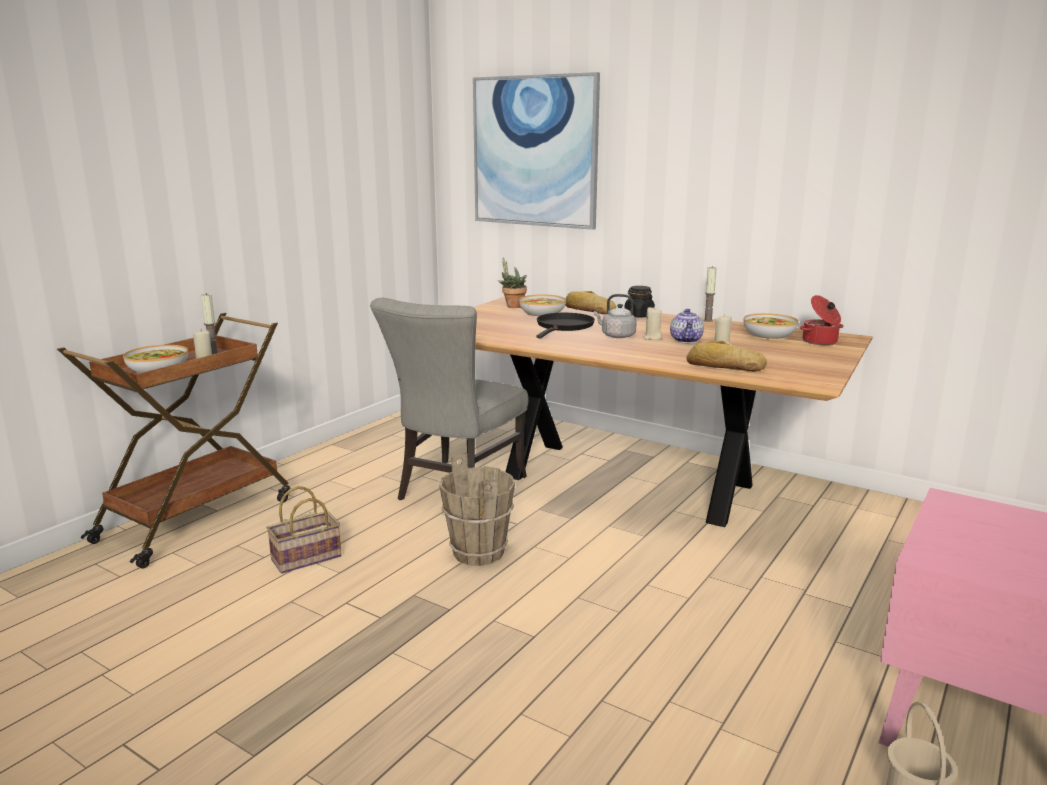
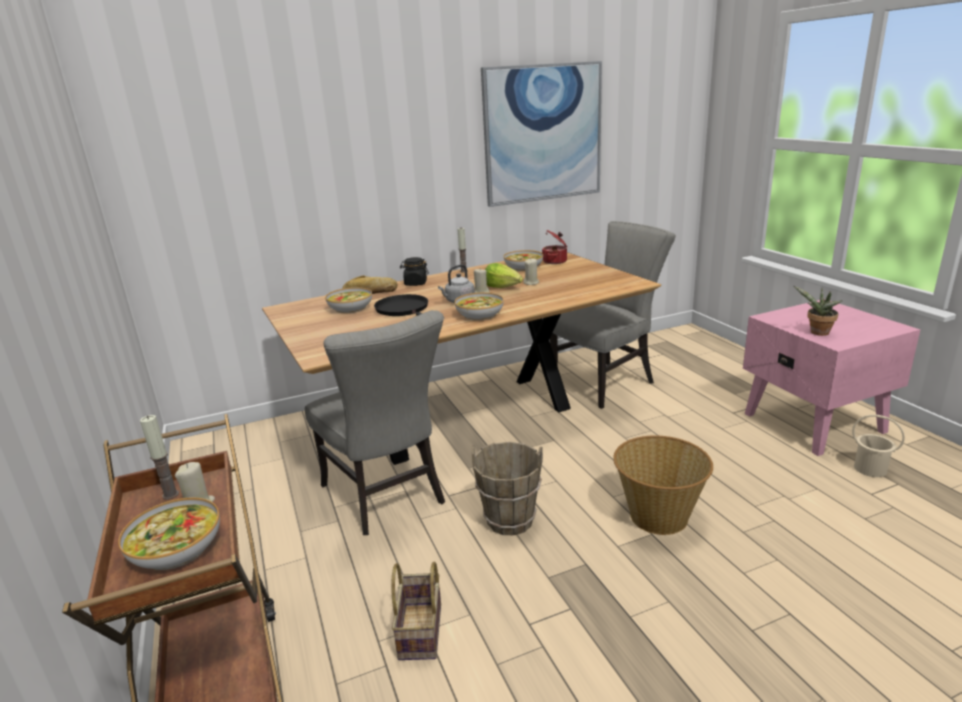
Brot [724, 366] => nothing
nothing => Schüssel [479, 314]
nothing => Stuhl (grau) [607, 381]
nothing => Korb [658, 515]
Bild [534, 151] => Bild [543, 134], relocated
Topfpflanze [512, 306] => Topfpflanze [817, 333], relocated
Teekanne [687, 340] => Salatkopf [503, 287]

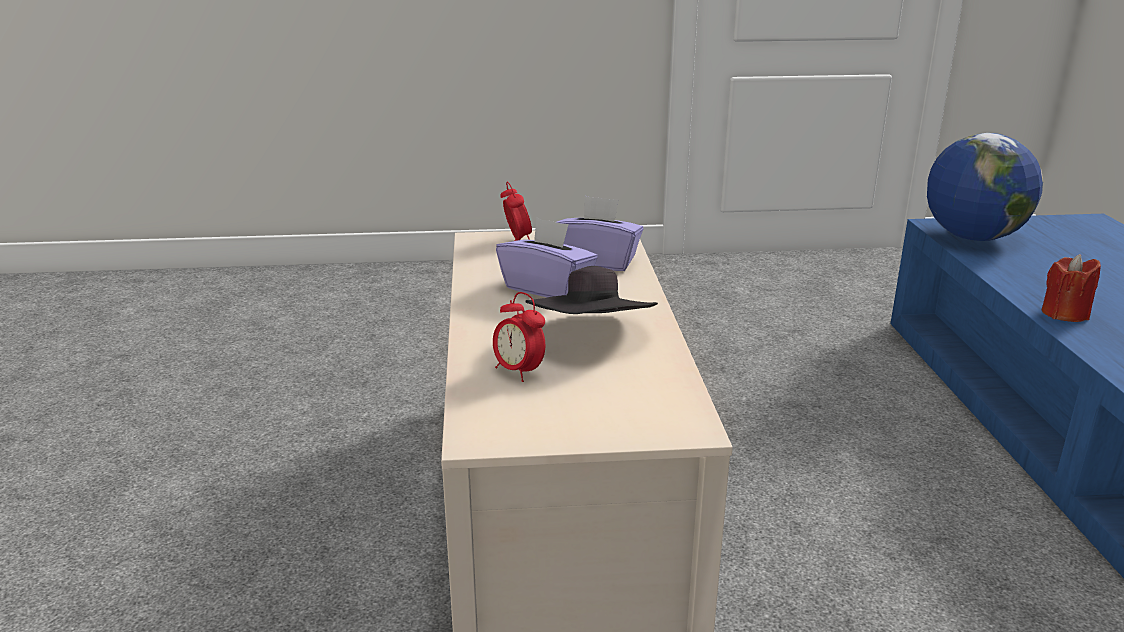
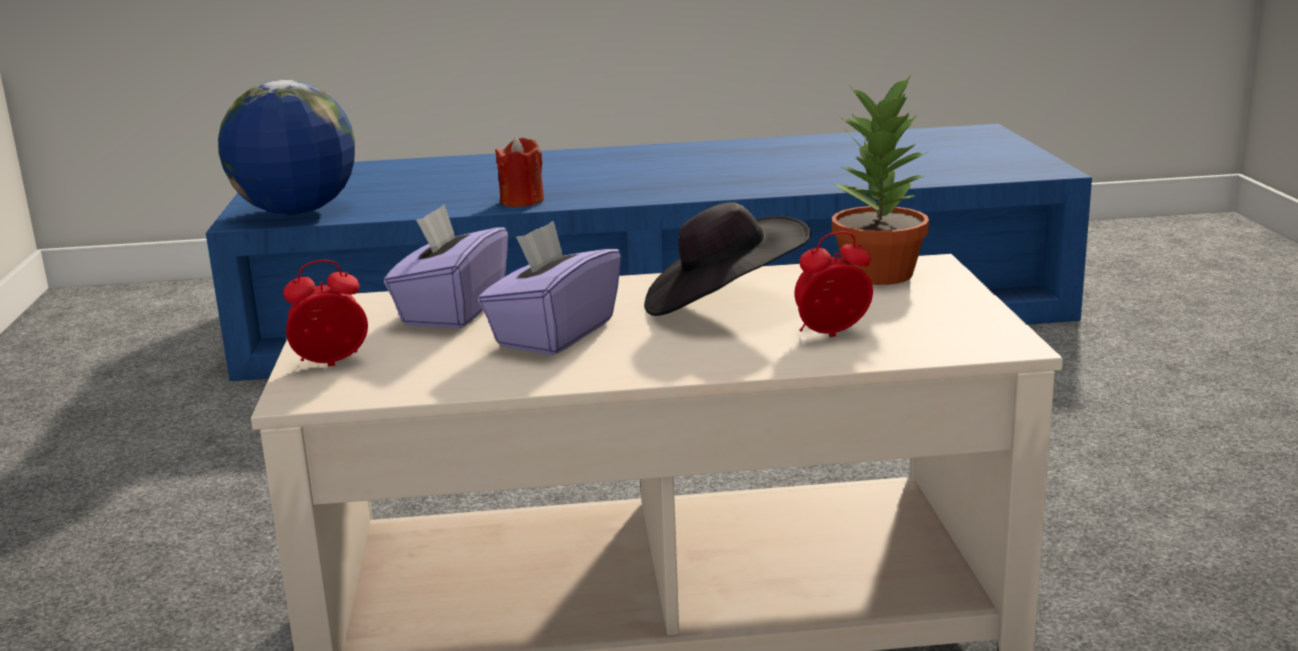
nothing => Topfpflanze [880, 274]
Wecker [519, 371] => Wecker [831, 335], 150 degrees counterclockwise

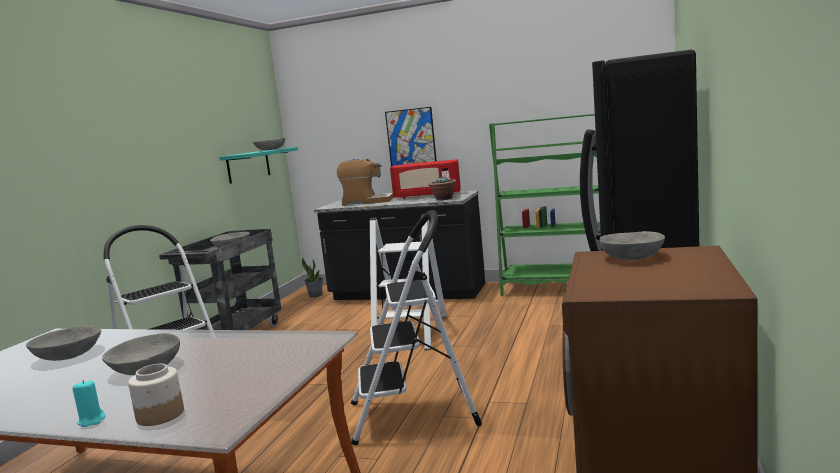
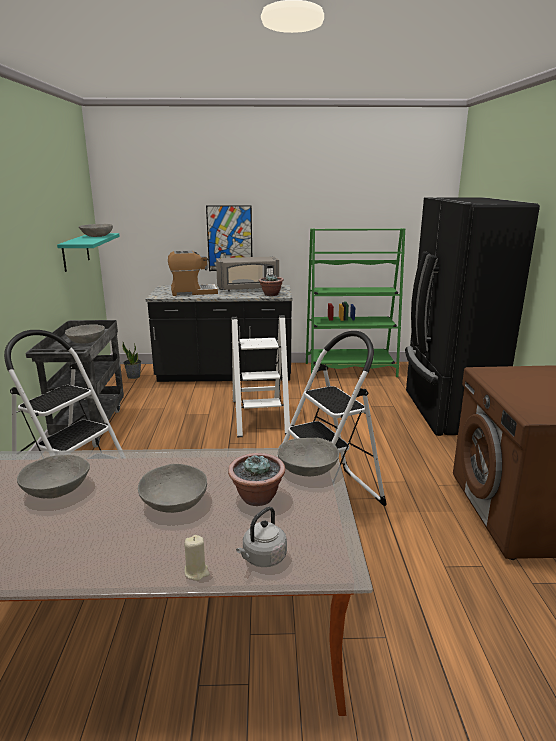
nothing => Topfpflanze [257, 498]
Schüssel (grau) [632, 257] => Schüssel (grau) [307, 469], relocated
Vorratsglas [160, 415] => Wasserkessel (grau) [262, 558]
Kerze (türkis) [91, 420] => Kerze (beige) [196, 572]
Mikrowelle (rot) [427, 196] => Mikrowelle (grau) [248, 289]

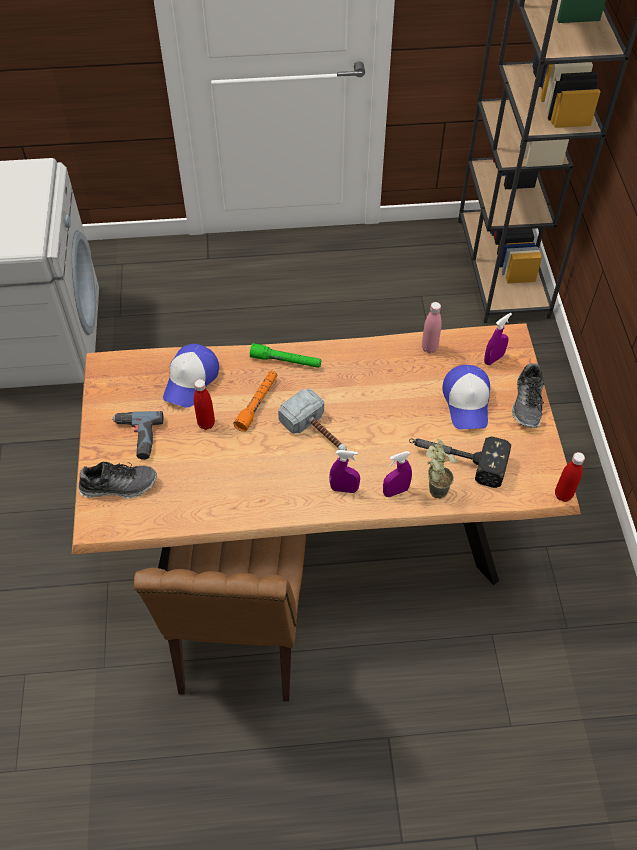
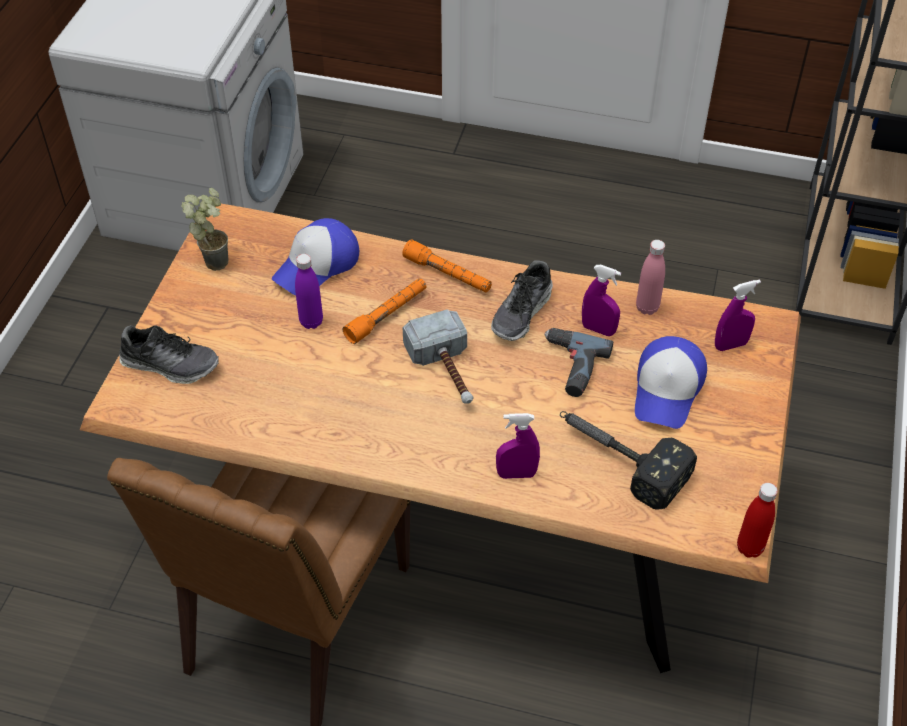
Bohrmaschine [136, 438] => Bohrmaschine [570, 367], relocated
Sprühflasche (lila) [344, 489] => Sprühflasche (lila) [598, 329], relocated
Topfpflanze [434, 487] => Topfpflanze [215, 258], relocated
Schuh [527, 403] => Schuh [522, 313], relocated
Flasche (rot) [206, 423] => Flasche (lila) [311, 322]
Taschenlampe (grün) [286, 361] => Taschenlampe (orange) [448, 274]

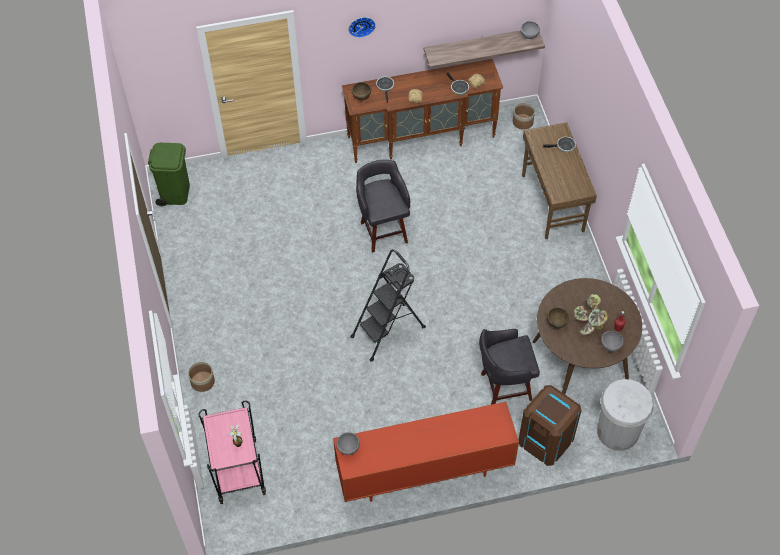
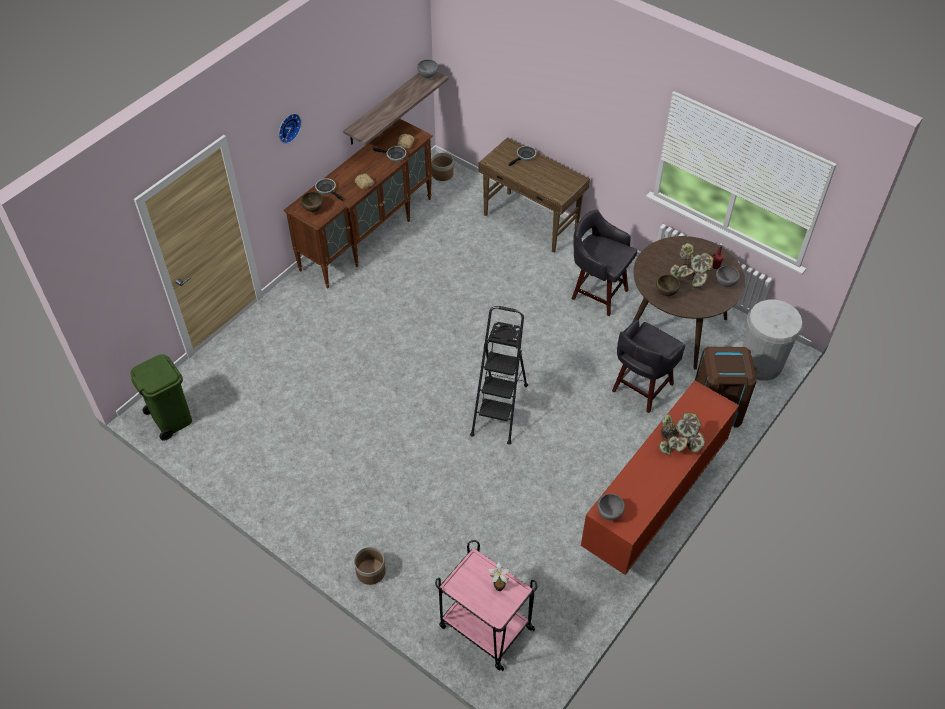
nothing => Topfpflanze [678, 443]
Hocker (grau) [383, 230] => Hocker (grau) [597, 293], relocated

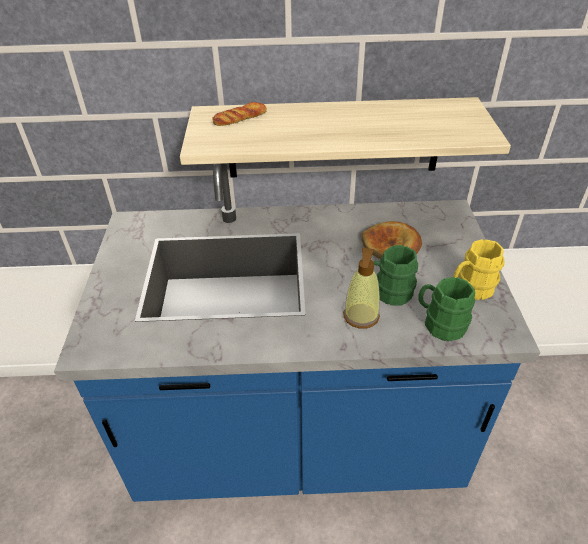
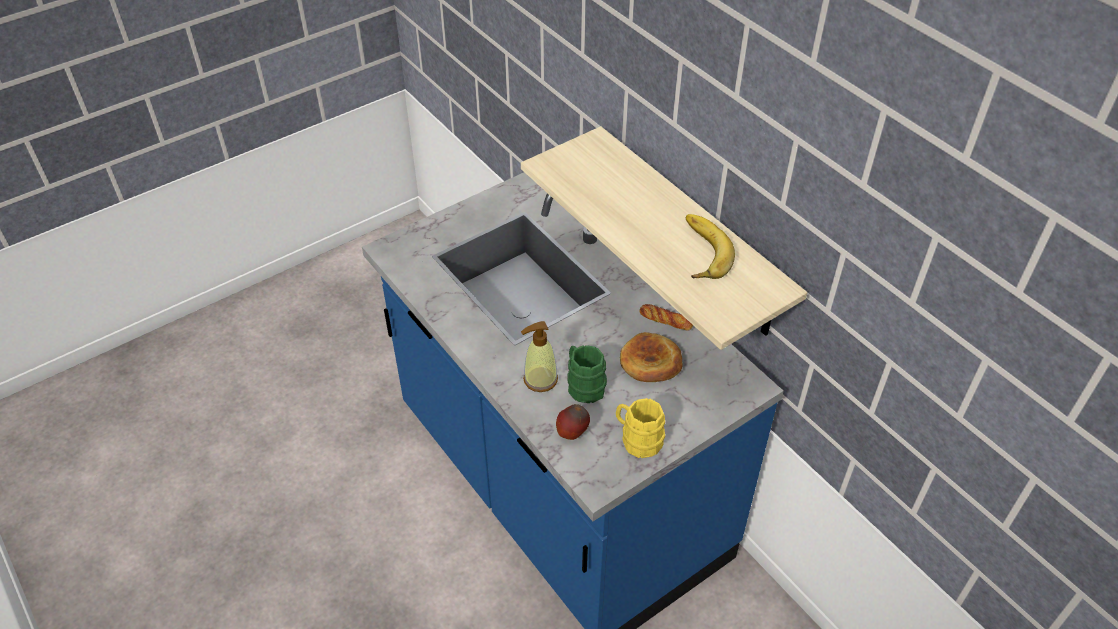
nothing => Banane [699, 252]
Brot [240, 118] => Brot [665, 320], relocated
Henkelbecher (grün) [440, 324] => Apfel [572, 433]

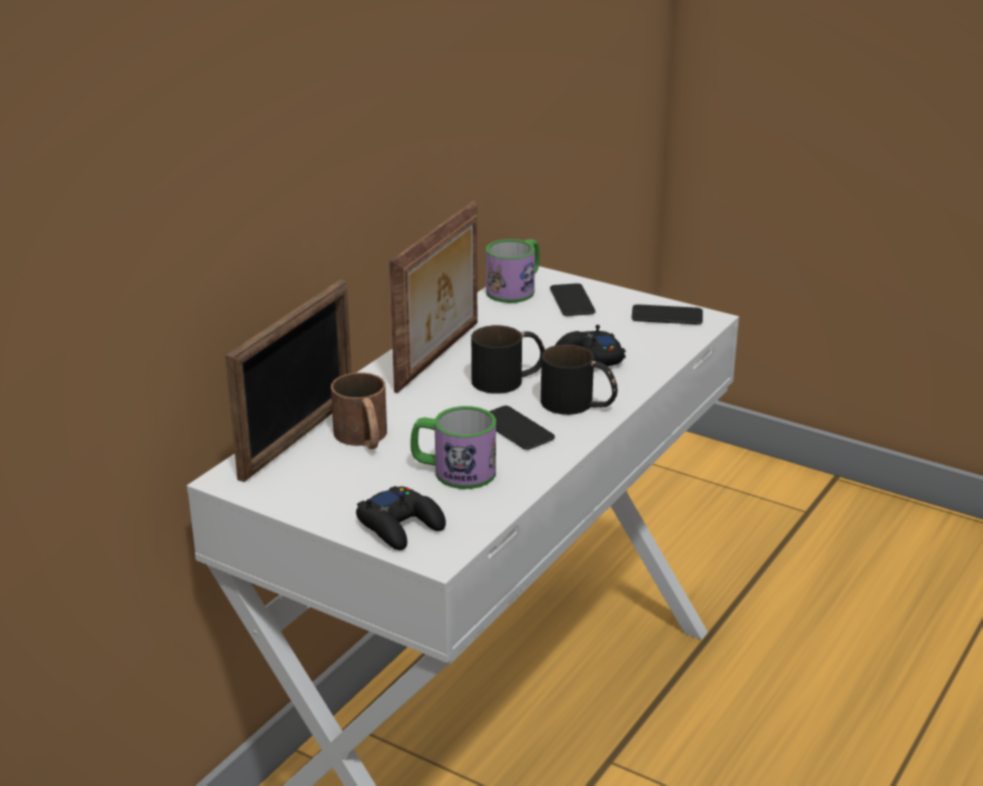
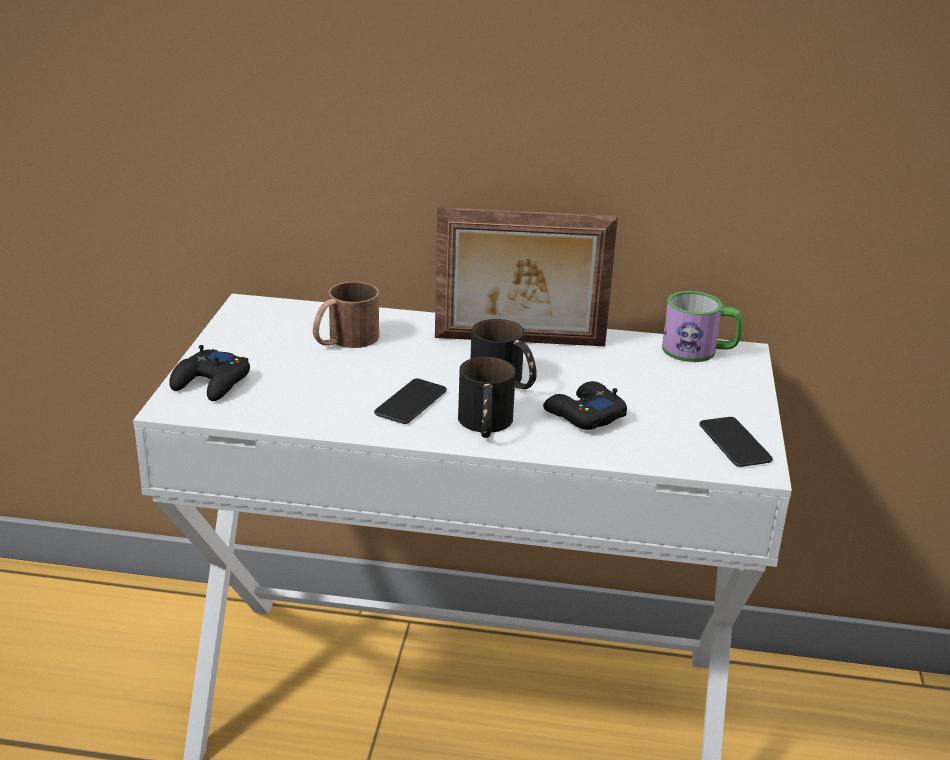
Bilderrahmen [298, 437] => nothing
Henkelbecher [453, 471] => nothing
Handy [572, 301] => nothing

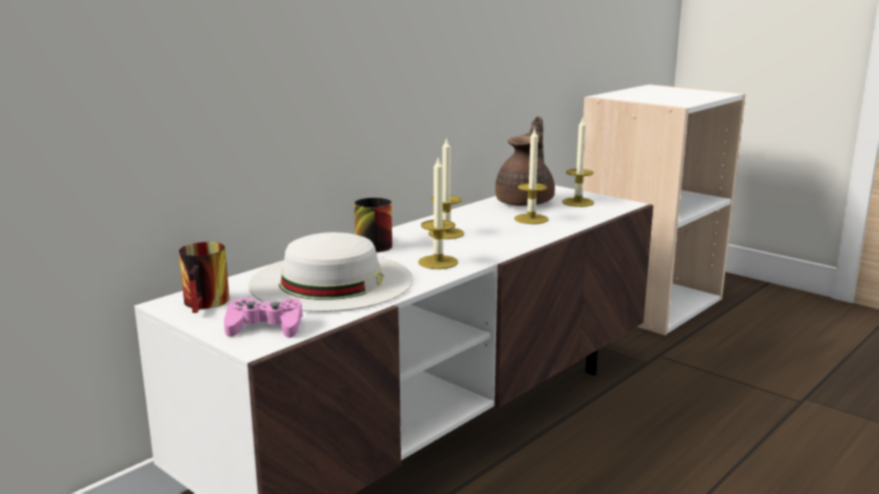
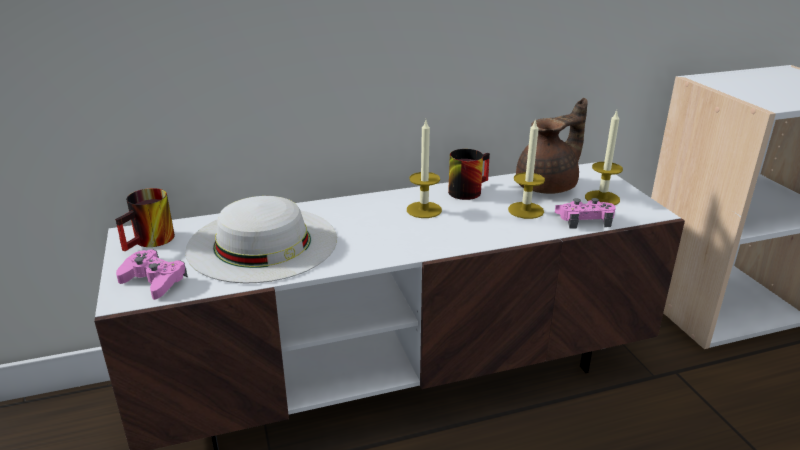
Kerze [438, 262] => nothing
nothing => Gamepad (rosa) [584, 219]
Henkelbecher [373, 244] => Henkelbecher [466, 189], relocated

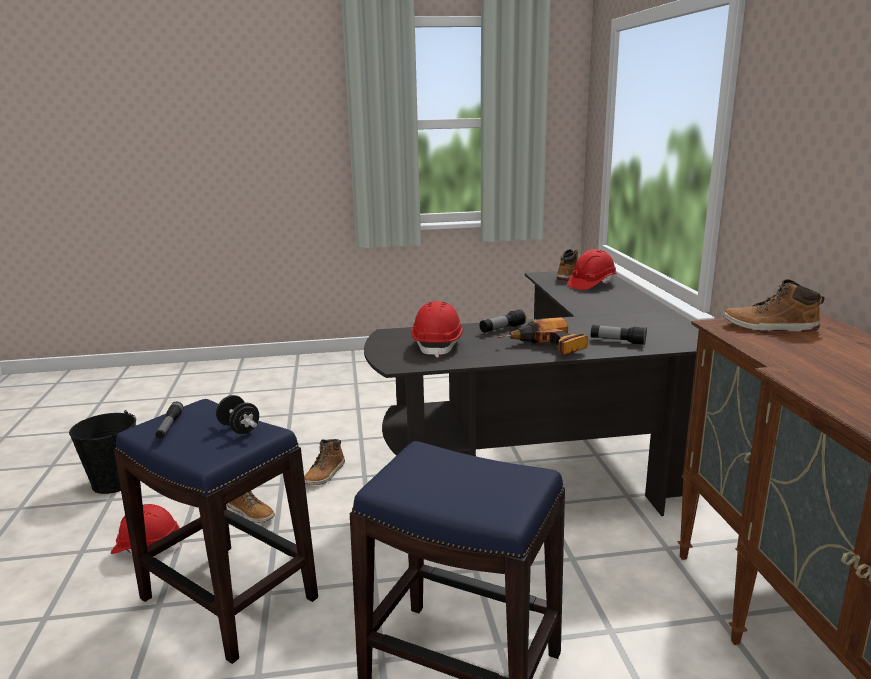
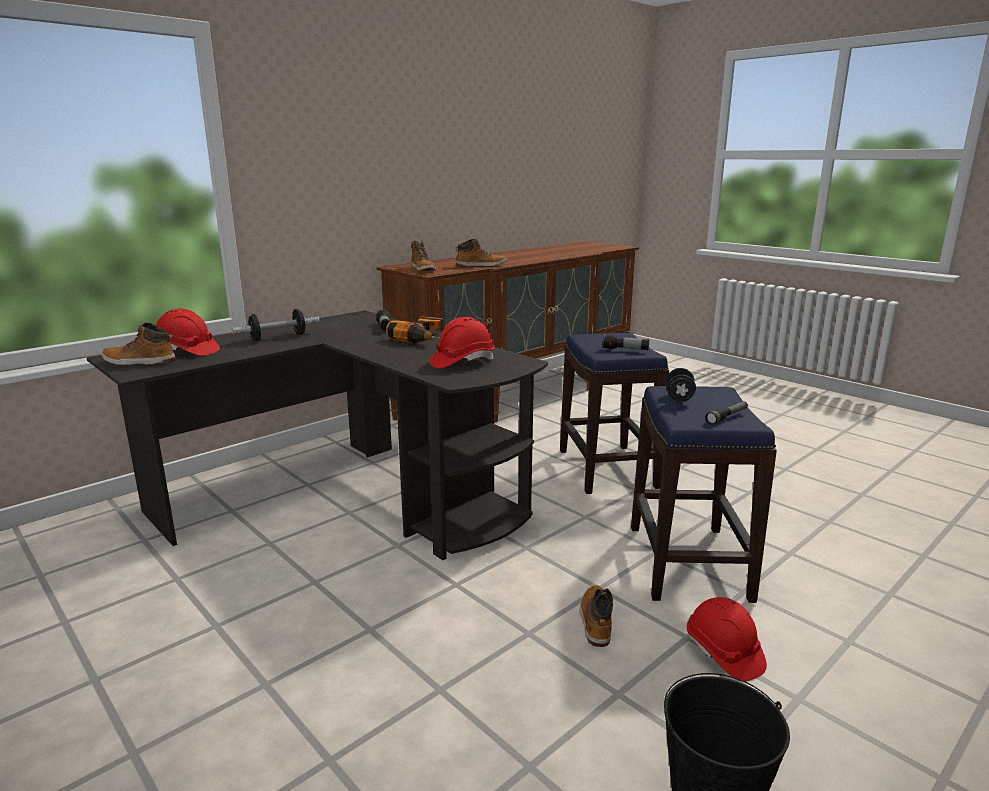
nothing => Hantel [278, 337]
Stiefel [325, 474] => Stiefel [481, 266], relocated
Taschenlampe [502, 329] => Taschenlampe [625, 350], relocated

